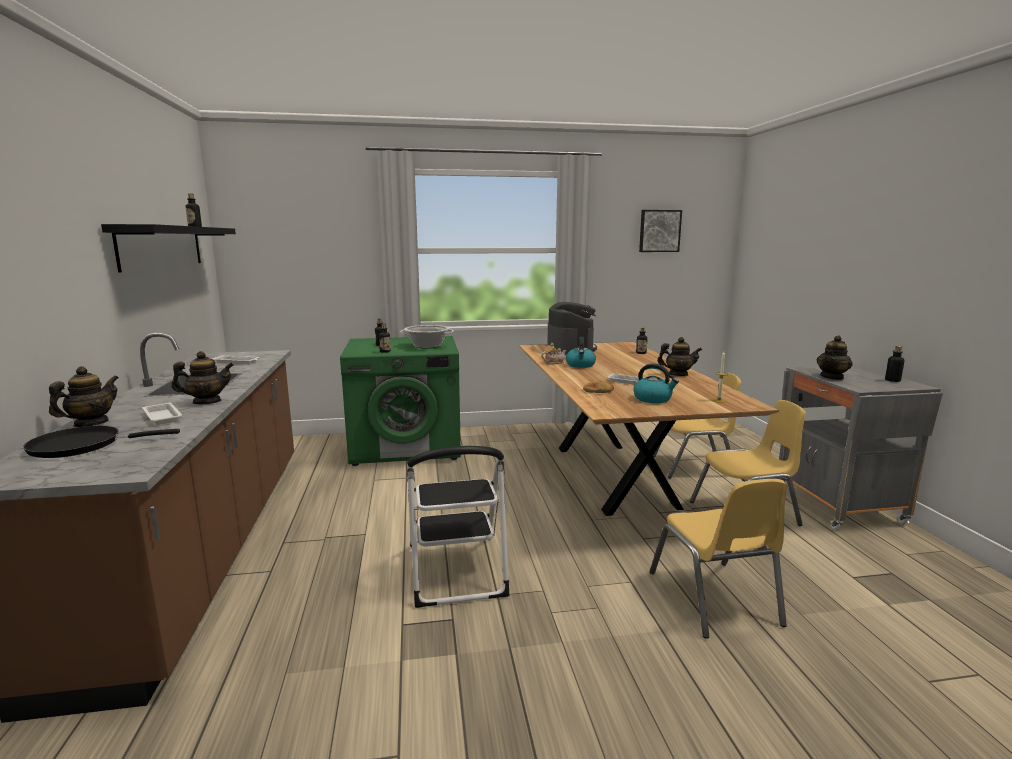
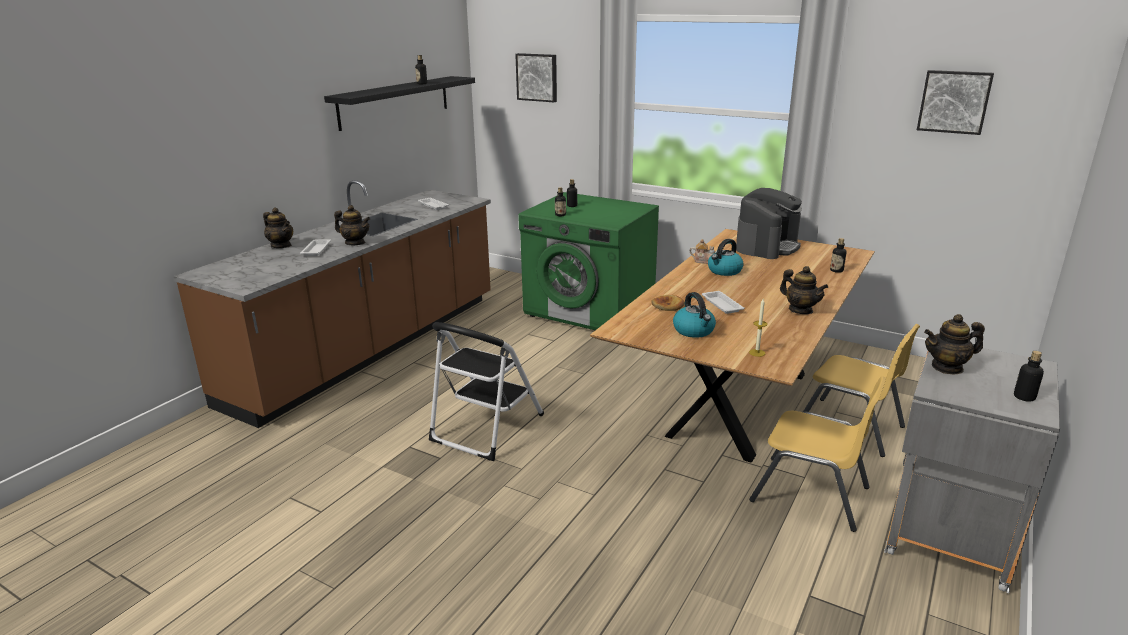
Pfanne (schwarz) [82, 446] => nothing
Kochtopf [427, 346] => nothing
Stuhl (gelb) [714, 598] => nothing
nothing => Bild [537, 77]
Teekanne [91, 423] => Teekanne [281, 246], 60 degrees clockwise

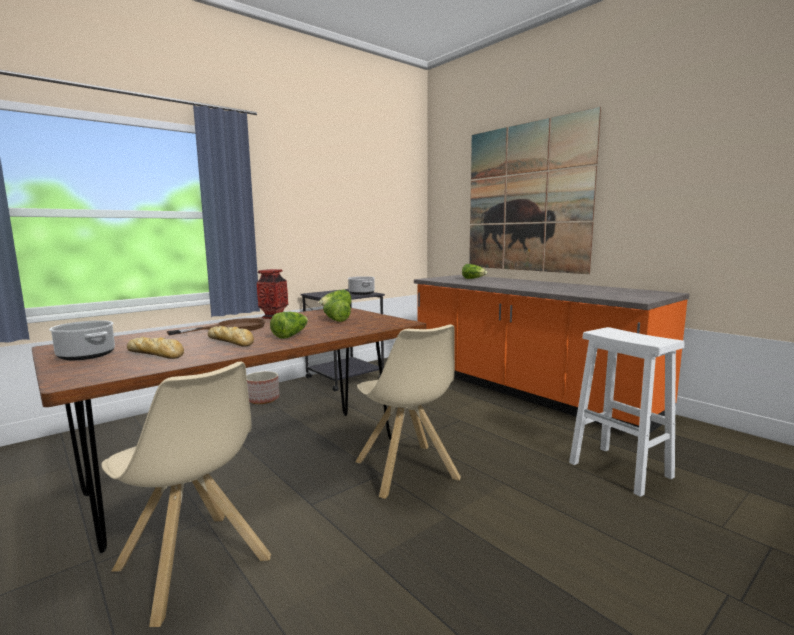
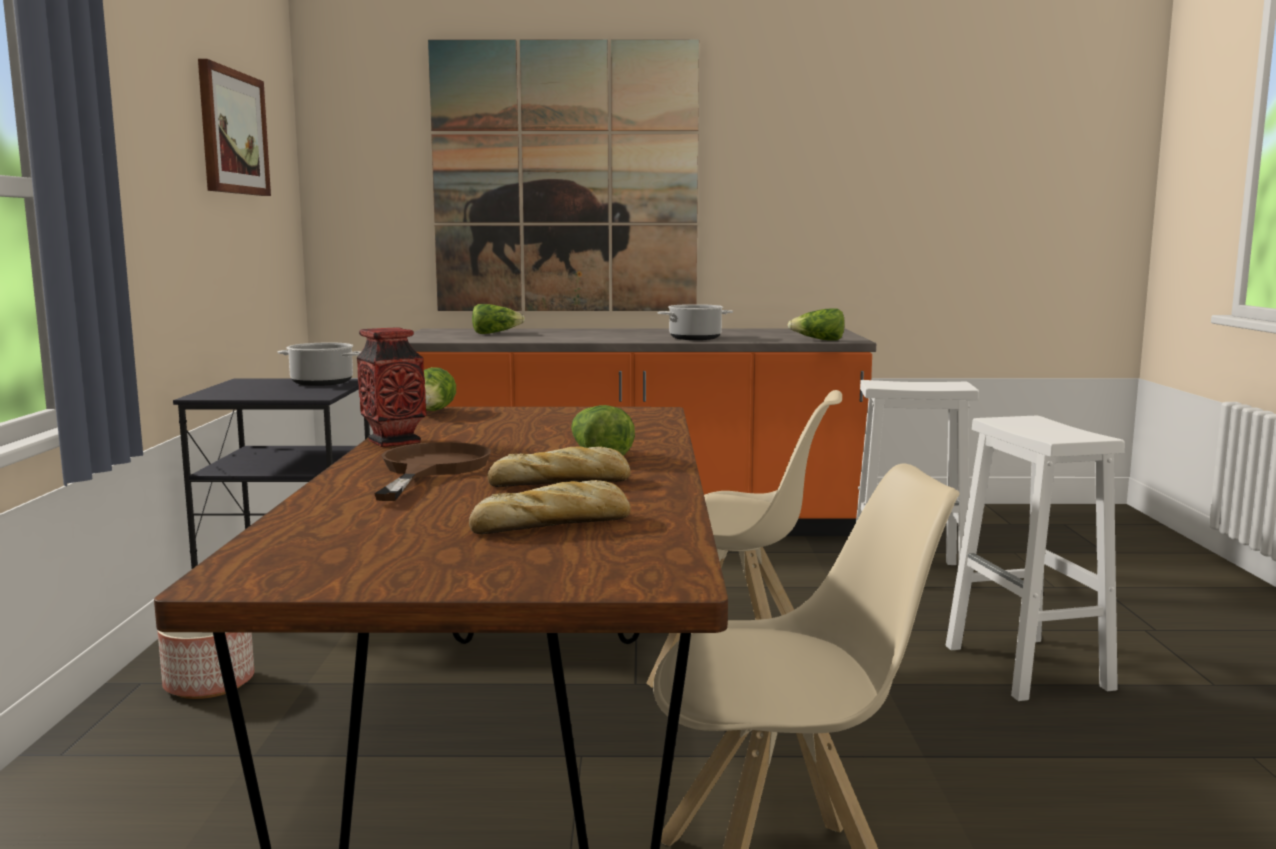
nothing => Bild [233, 132]
nothing => Hocker (weiß) [1029, 668]
Kochtopf [85, 355] => Kochtopf [694, 338], relocated
Salatkopf [335, 320] => Salatkopf [819, 340], relocated

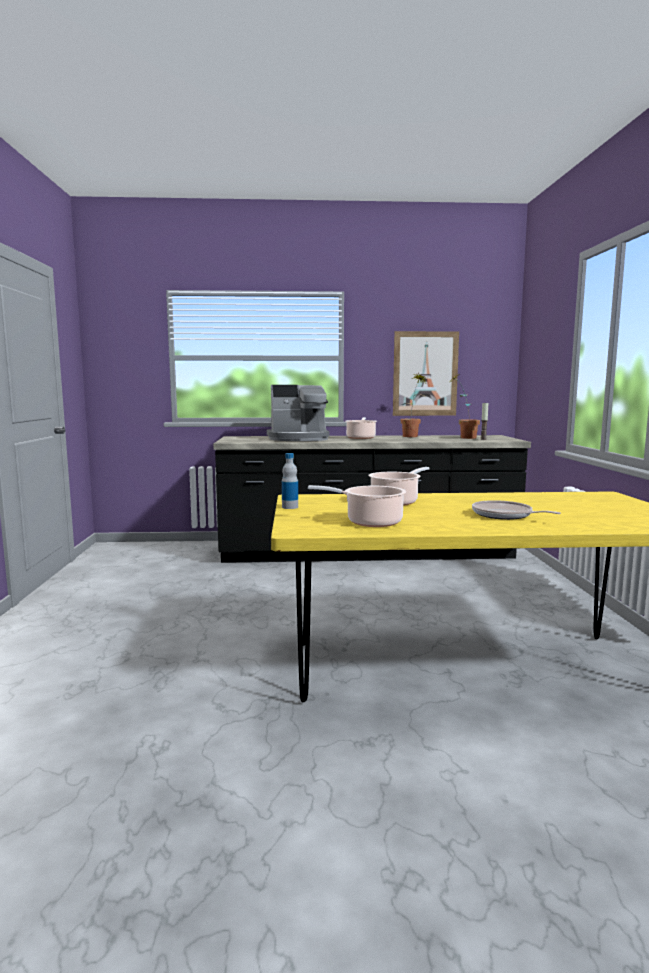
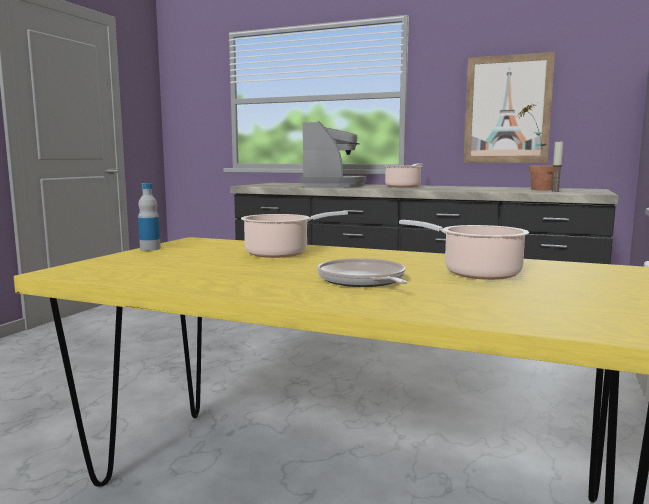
Topfpflanze [413, 436] => nothing
Kochtopf [370, 522] => Kochtopf [476, 273], relocated
Kaffeemaschine [299, 439] => Kaffeemaschine [331, 185], 105 degrees counterclockwise

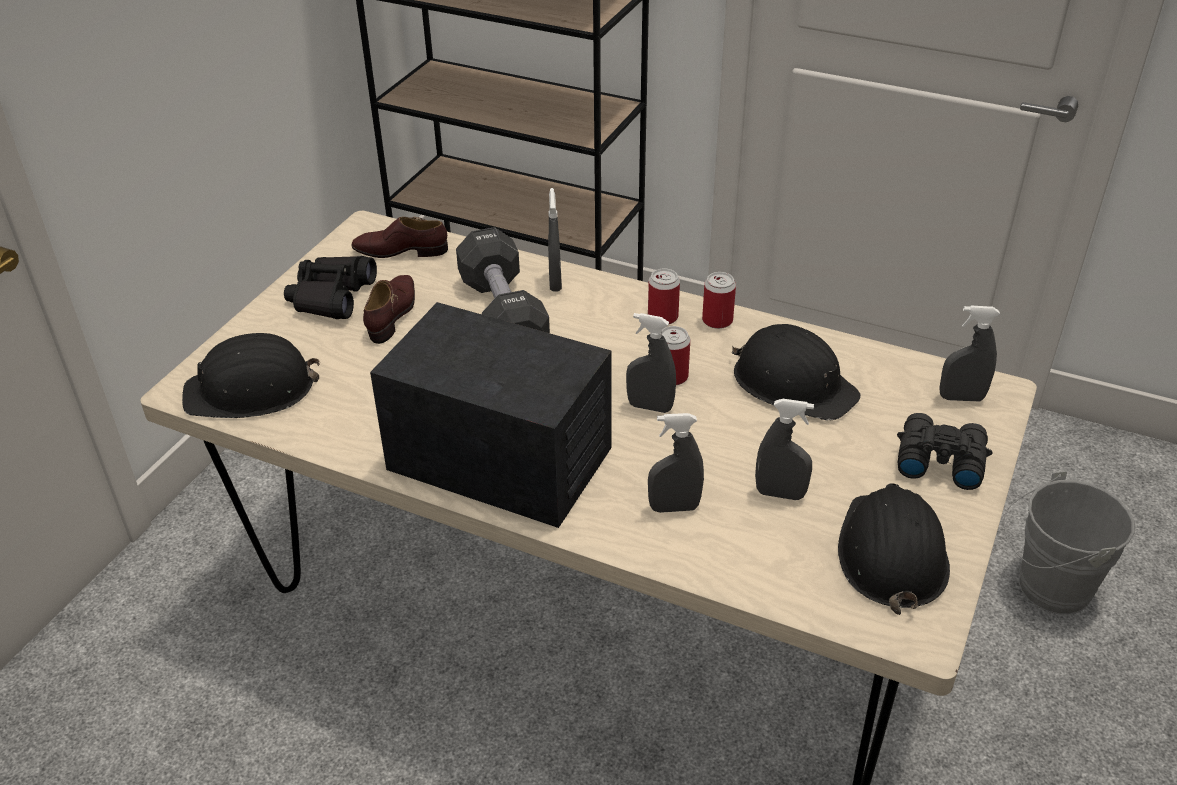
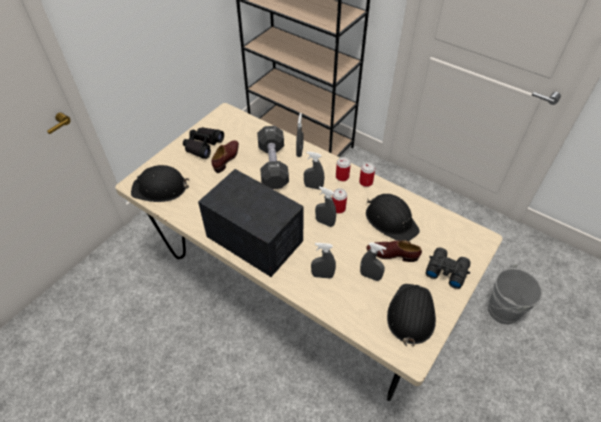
Schuh (braun) [401, 251] => Schuh (braun) [392, 254], relocated
Sprühflasche (grau) [961, 398] => Sprühflasche (grau) [313, 187], relocated

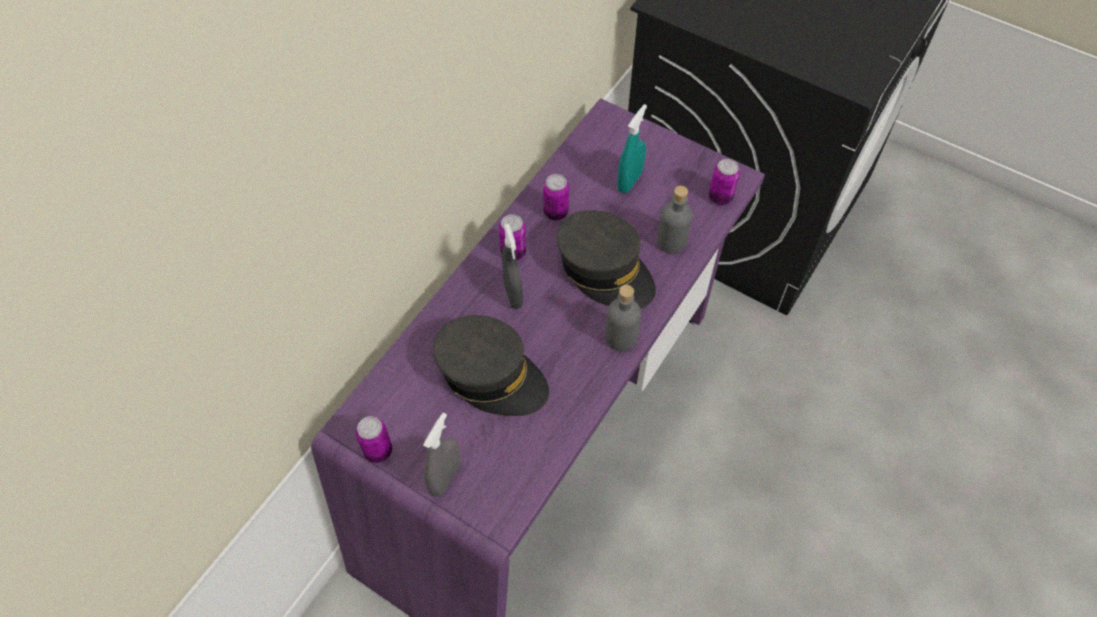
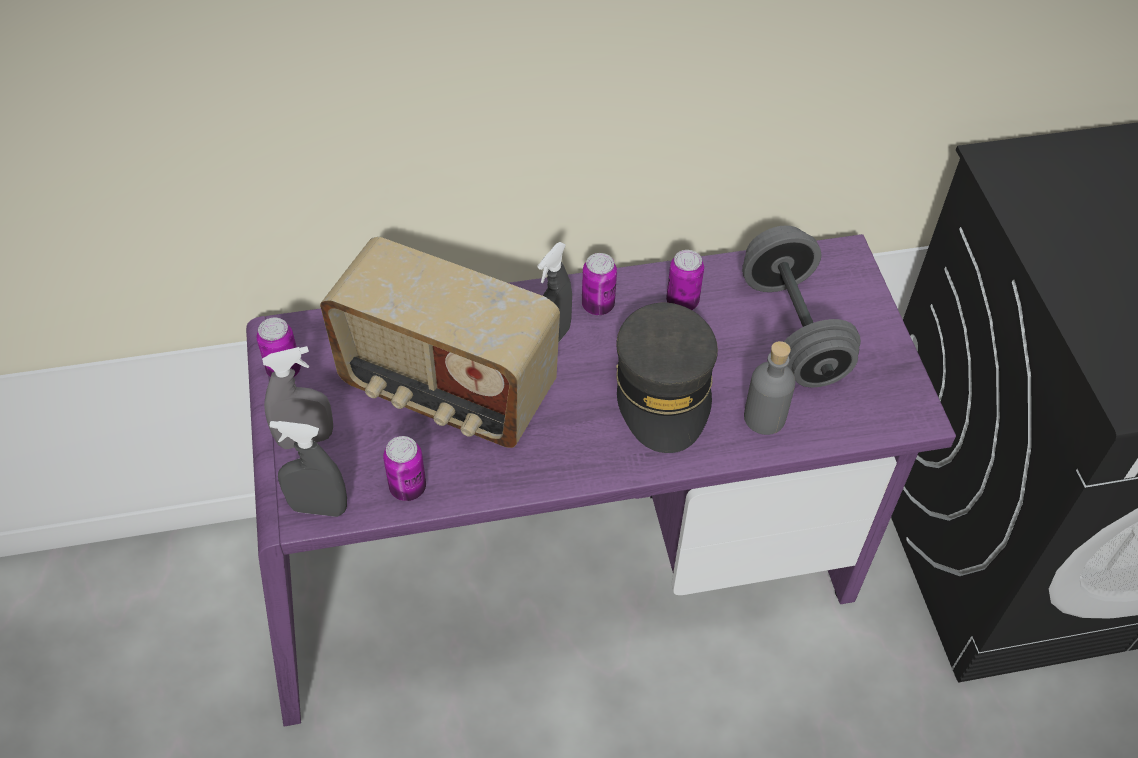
Flasche (grau) [621, 338] => nothing
nothing => Sprühflasche (grau) [318, 508]
Dose [720, 197] => Dose [408, 488], relocated
Kappe (grau) [491, 375] => Radio [446, 391]
Sprühflasche (türkis) [629, 181] => Hantel (grau) [793, 330]

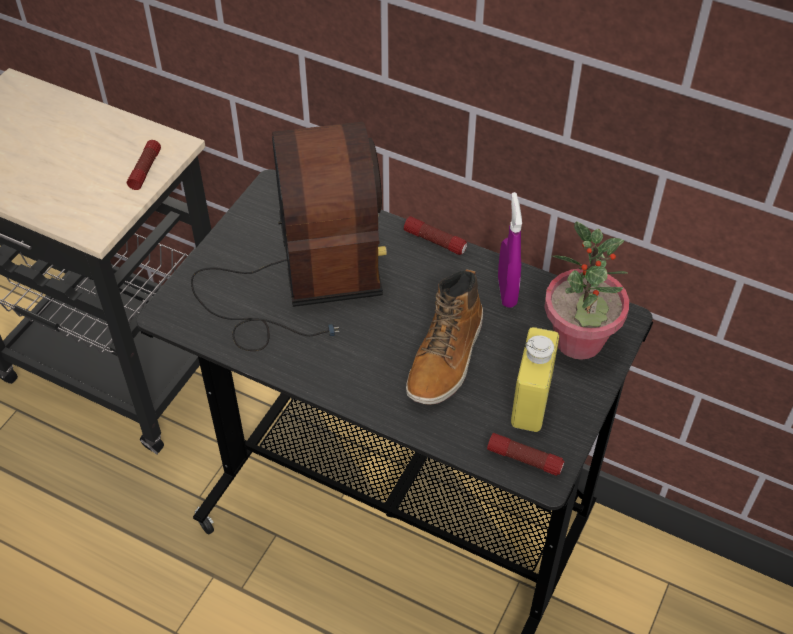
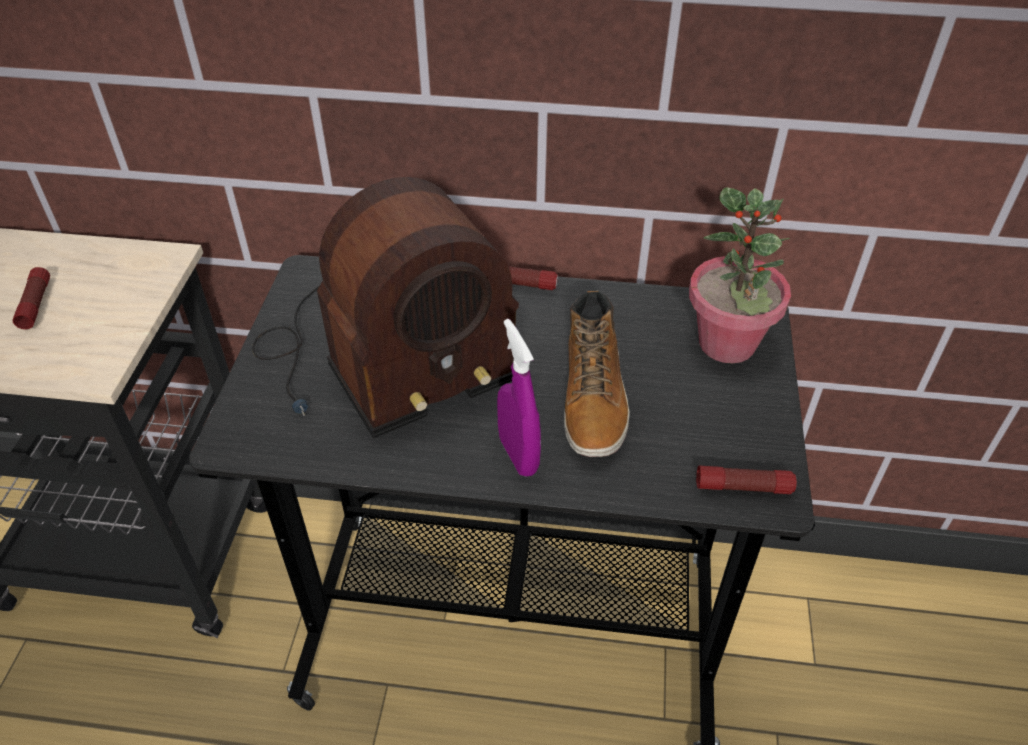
Flasche (gelb) [531, 401] => nothing
Taschenlampe [145, 169] => Taschenlampe [35, 304], relocated
Sprühflasche (lila) [507, 291] => Sprühflasche (lila) [518, 455], relocated
Radio [300, 278] => Radio [381, 359], 90 degrees clockwise

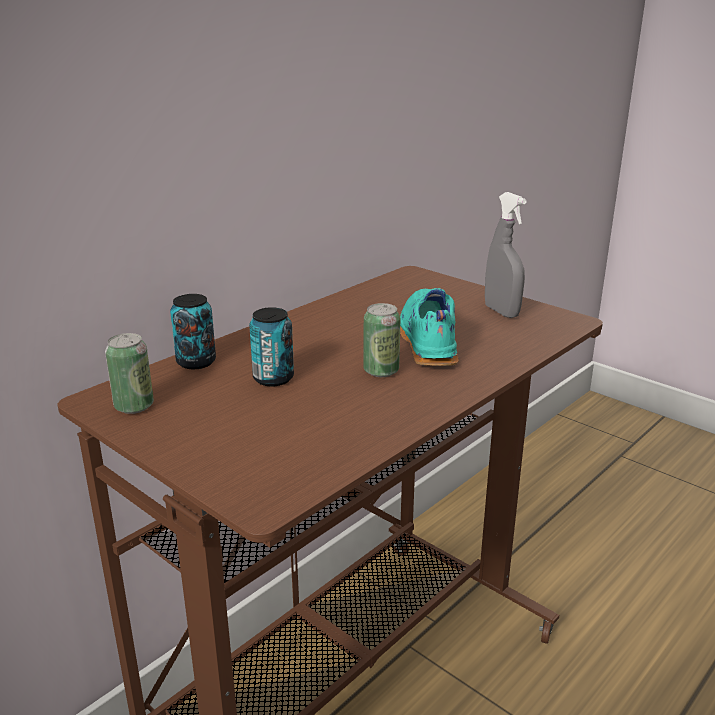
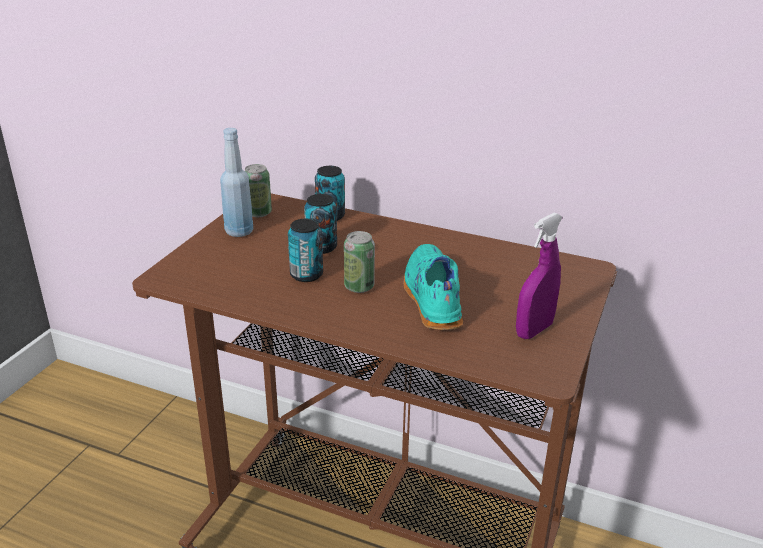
nothing => Flasche (blau) [239, 231]
nothing => Dose [306, 275]
Sprühflasche (grau) [501, 312] => Sprühflasche (lila) [534, 330]
Schuh (türkis) [426, 341] => Schuh (türkis) [430, 298], 75 degrees counterclockwise

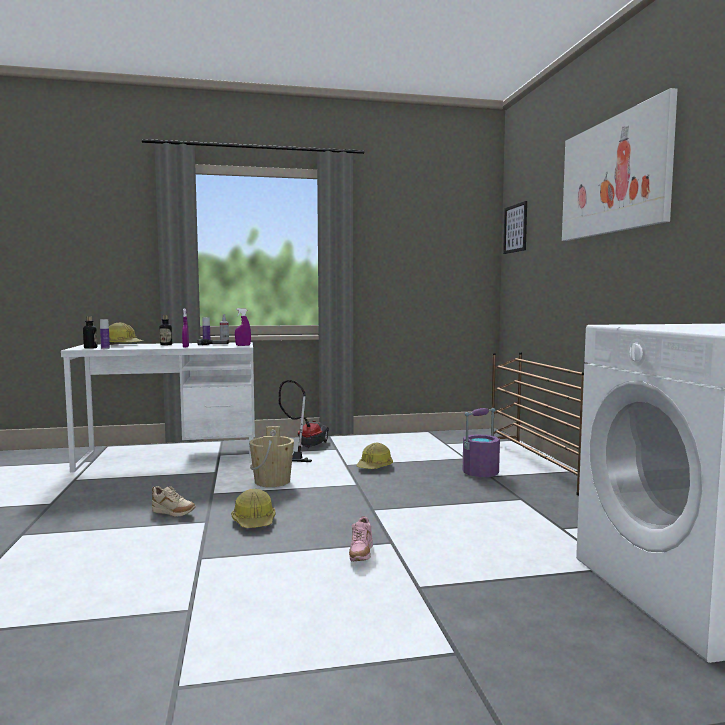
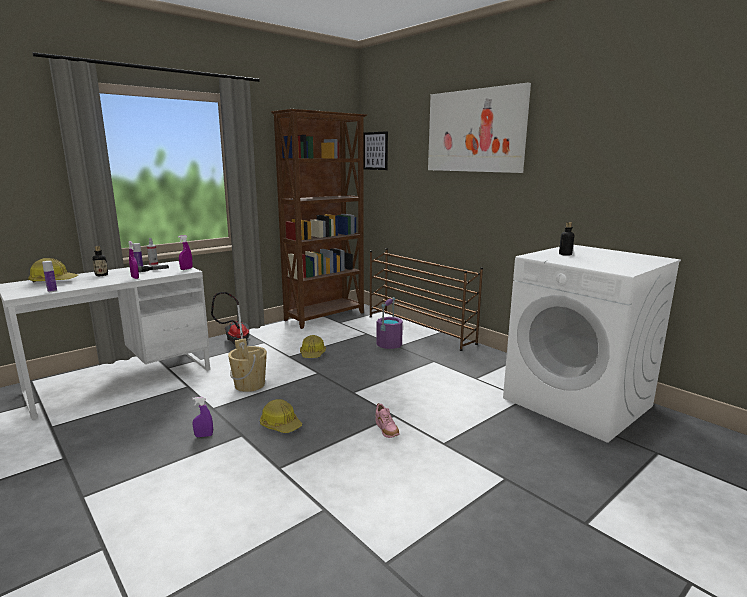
nothing => Bücherregal (braun) [325, 316]
Flasche [90, 348] => Flasche [565, 254], relocated
Schuh (beige) [173, 513] => Sprühflasche (lila) [204, 436]

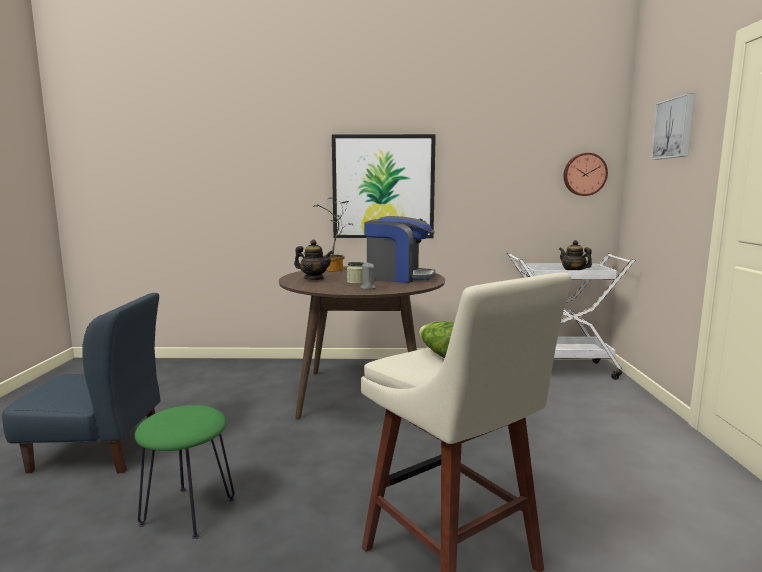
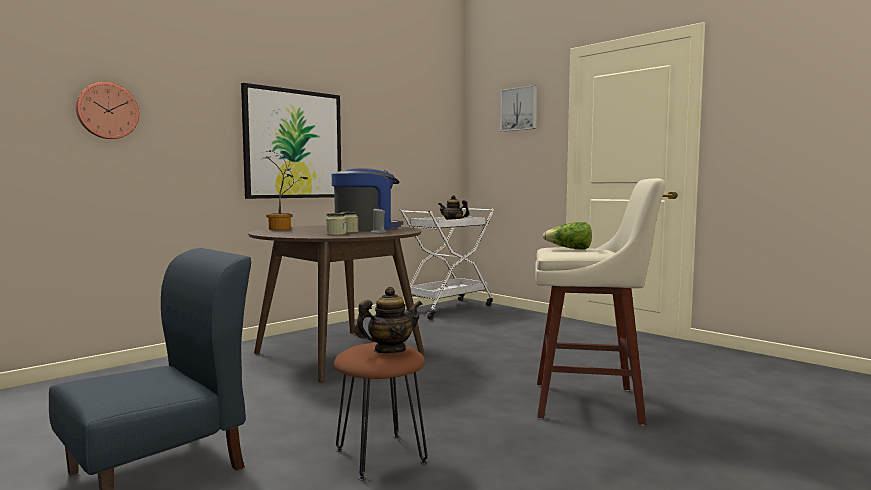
nothing => Vorratsglas [336, 234]
Teekanne [314, 279] => Teekanne [389, 350], relocated
Wanduhr [584, 174] => Wanduhr [107, 111], relocated
Hocker (grün) [188, 511] => Hocker (braun) [380, 456]

